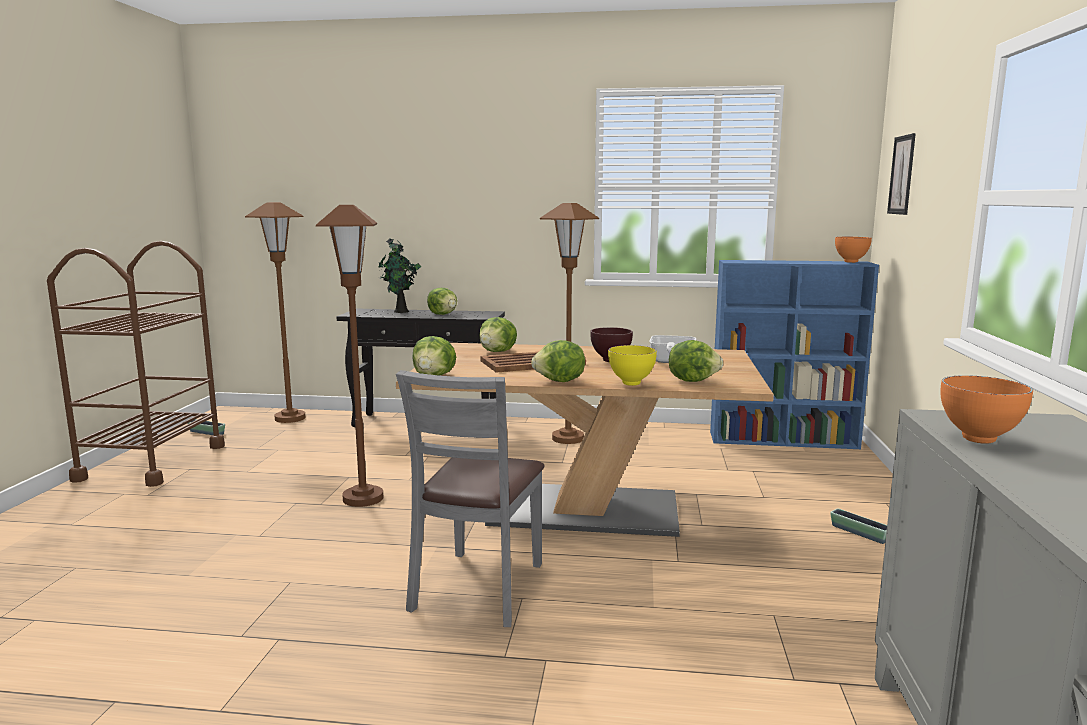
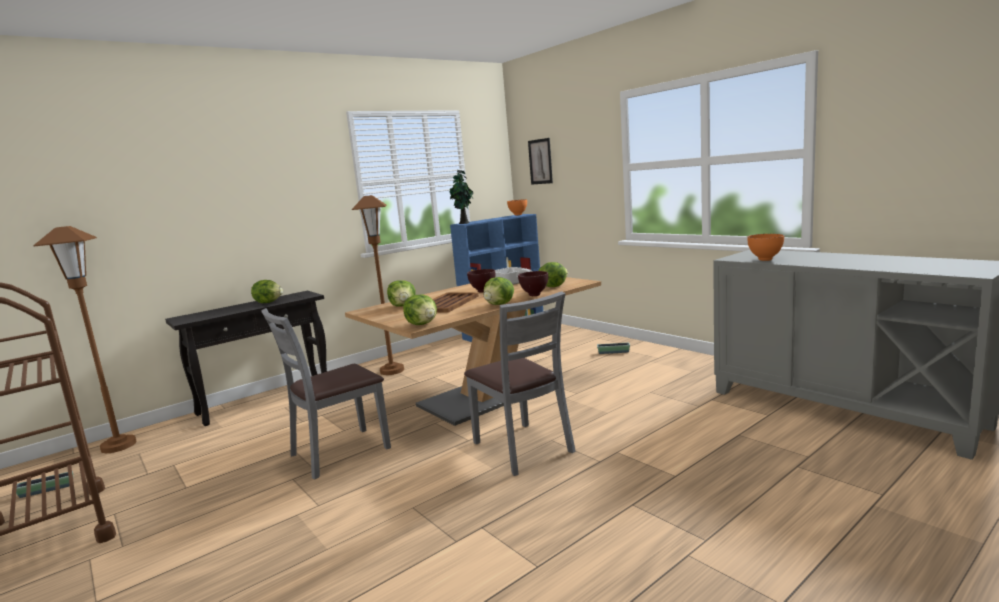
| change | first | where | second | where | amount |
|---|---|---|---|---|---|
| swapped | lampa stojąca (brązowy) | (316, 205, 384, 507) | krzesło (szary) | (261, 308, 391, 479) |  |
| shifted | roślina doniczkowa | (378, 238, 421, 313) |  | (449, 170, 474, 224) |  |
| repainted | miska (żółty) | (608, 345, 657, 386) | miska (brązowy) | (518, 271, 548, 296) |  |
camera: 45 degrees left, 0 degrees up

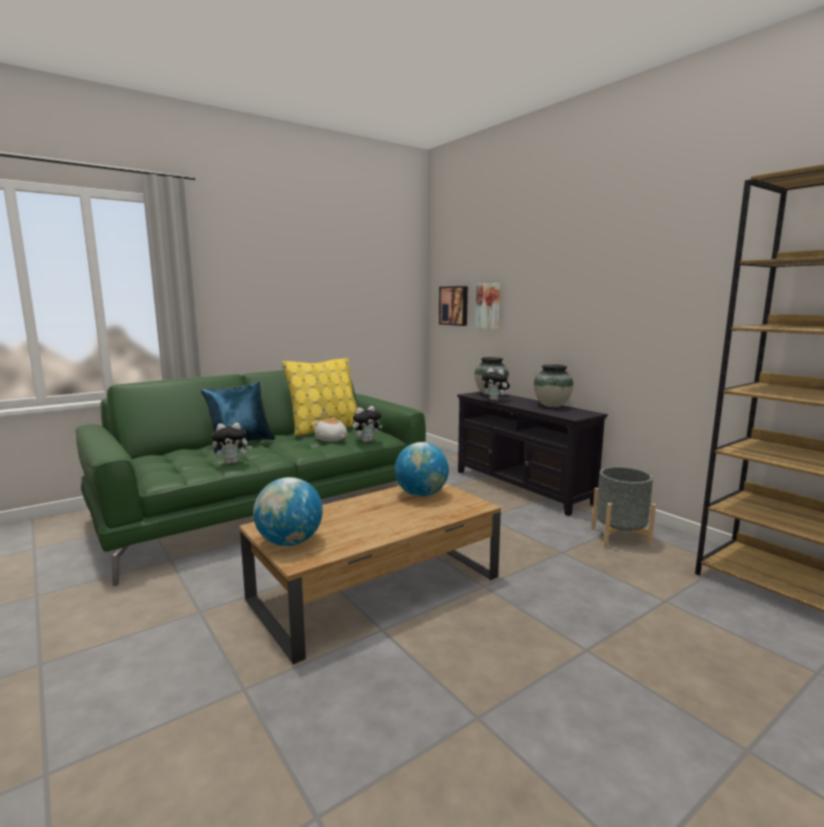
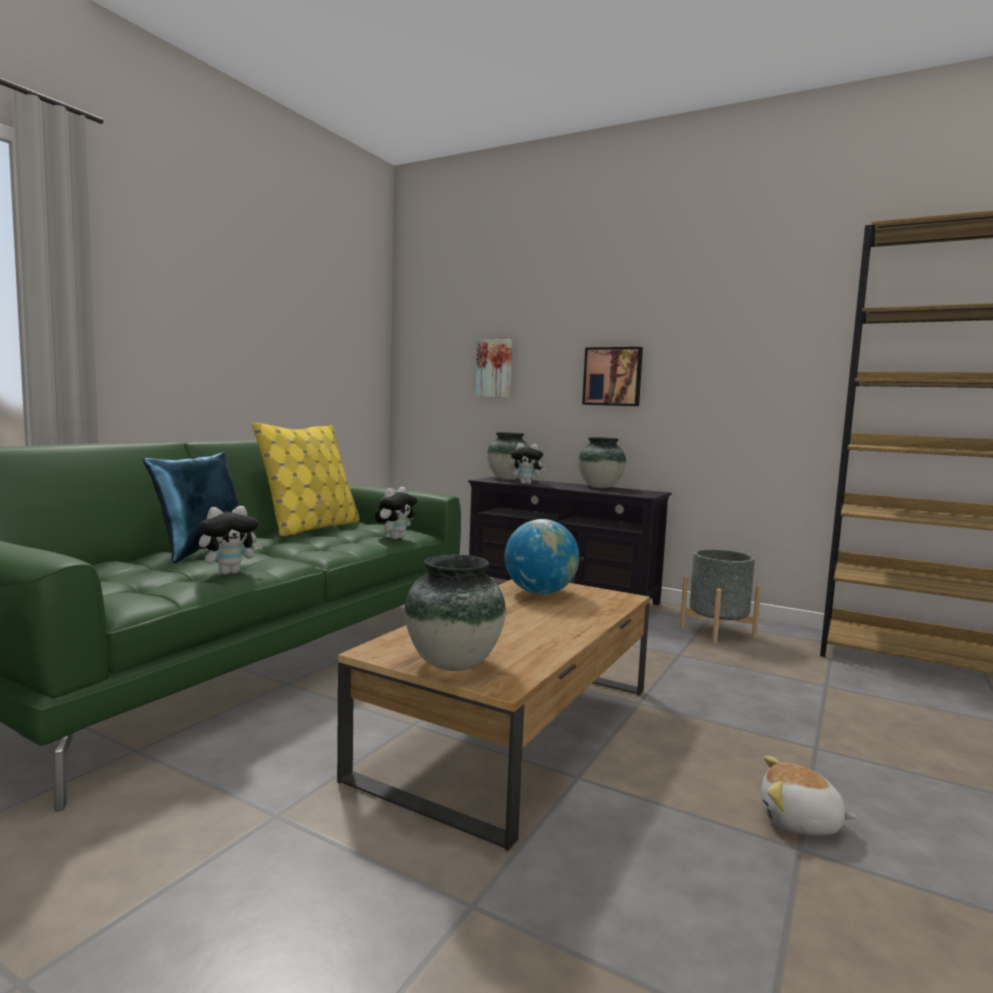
| change | first | where | second | where | amount |
|---|---|---|---|---|---|
| swapped | globus | (253, 477, 323, 546) | wazon | (404, 554, 506, 671) |  |
| shifted | pluszak | (311, 418, 347, 442) |  | (761, 756, 857, 835) |  |
| shifted | obraz | (439, 286, 468, 326) |  | (582, 347, 643, 406) |  |
camera: 25 degrees left, 5 degrees down

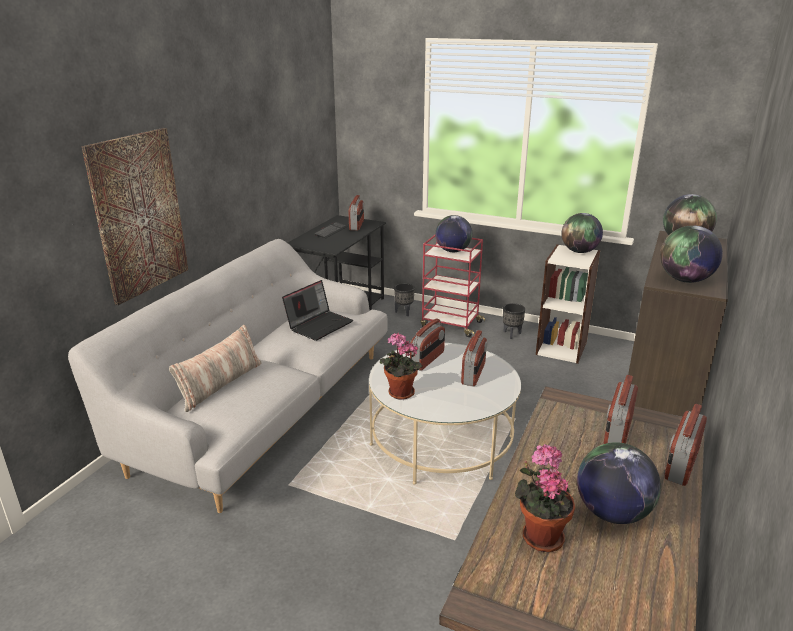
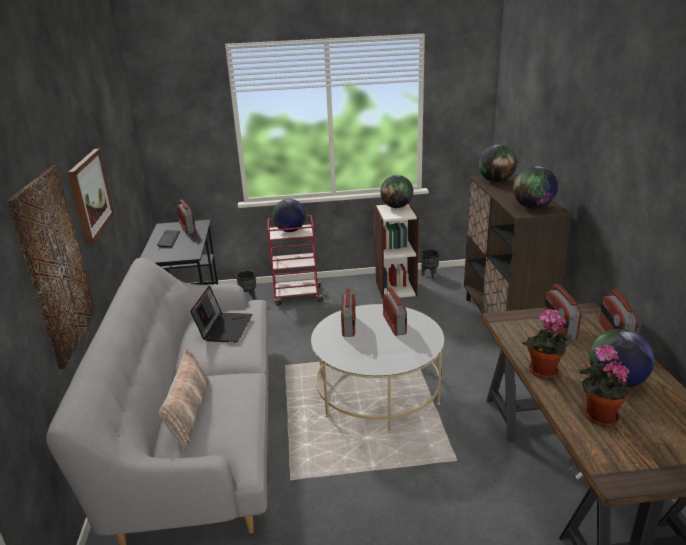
| change | first | where | second | where | amount |
|---|---|---|---|---|---|
| shifted | roślina doniczkowa | (379, 333, 423, 399) |  | (522, 309, 572, 379) |  |
| shifted | donica (czarny) | (503, 303, 525, 339) |  | (421, 249, 440, 279) |  |
| new |  |  | obraz | (68, 149, 114, 245) |  |
camera: 30 degrees left, 0 degrees up

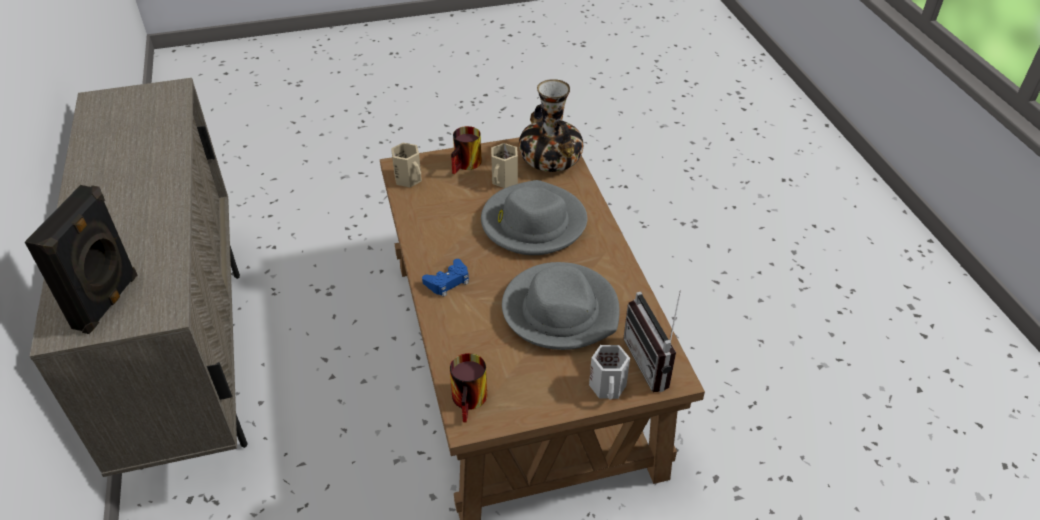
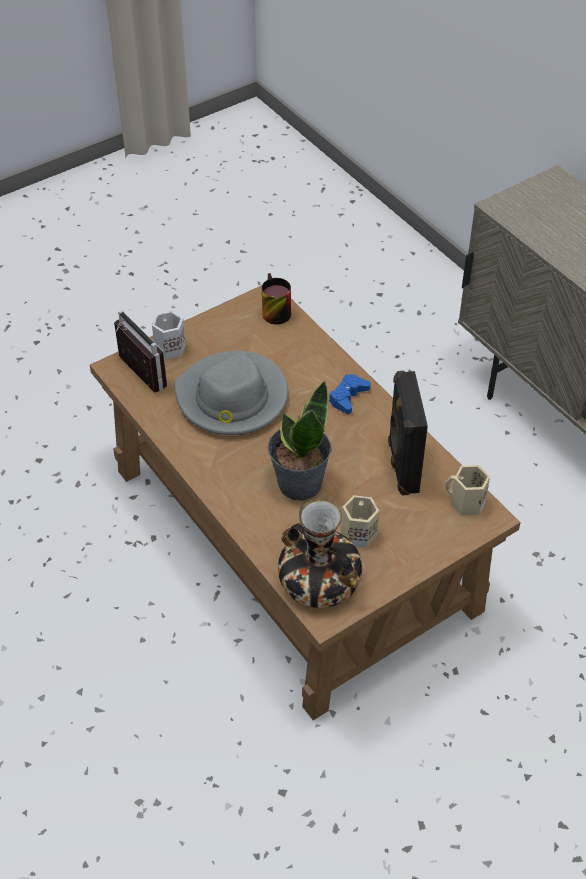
| change | first | where | second | where | amount |
|---|---|---|---|---|---|
| shifted | głośnik (czarny) | (25, 185, 137, 334) |  | (388, 371, 428, 495) |  |
| gone | kubek | (451, 126, 482, 174) |  |  |  |
| swapped | kapelusz (szary) | (481, 180, 587, 255) | roślina doniczkowa | (268, 381, 332, 500) |  |
camera: 160 degrees right, 5 degrees up

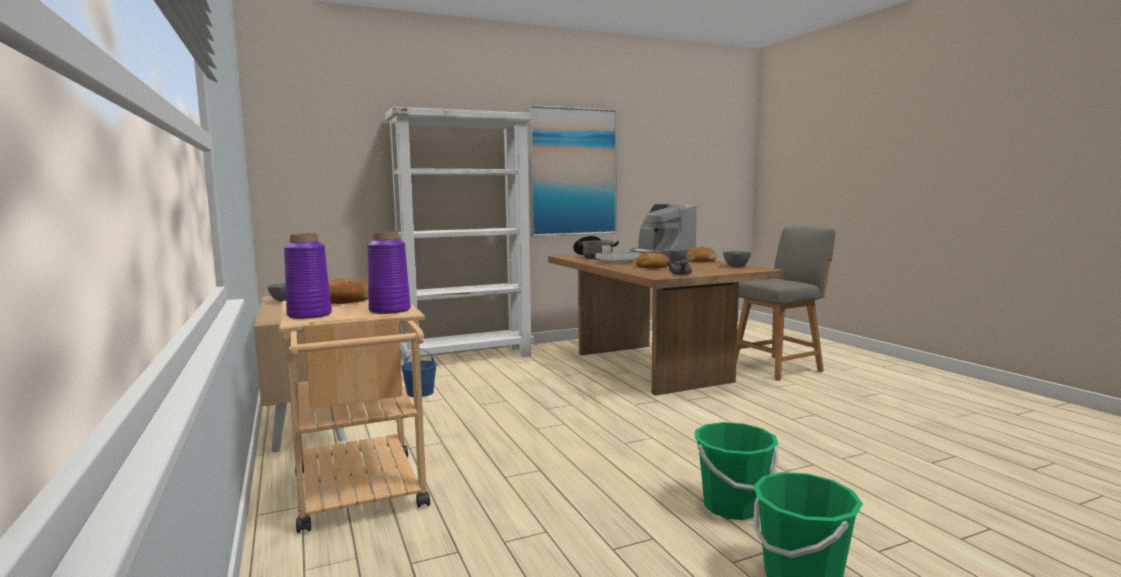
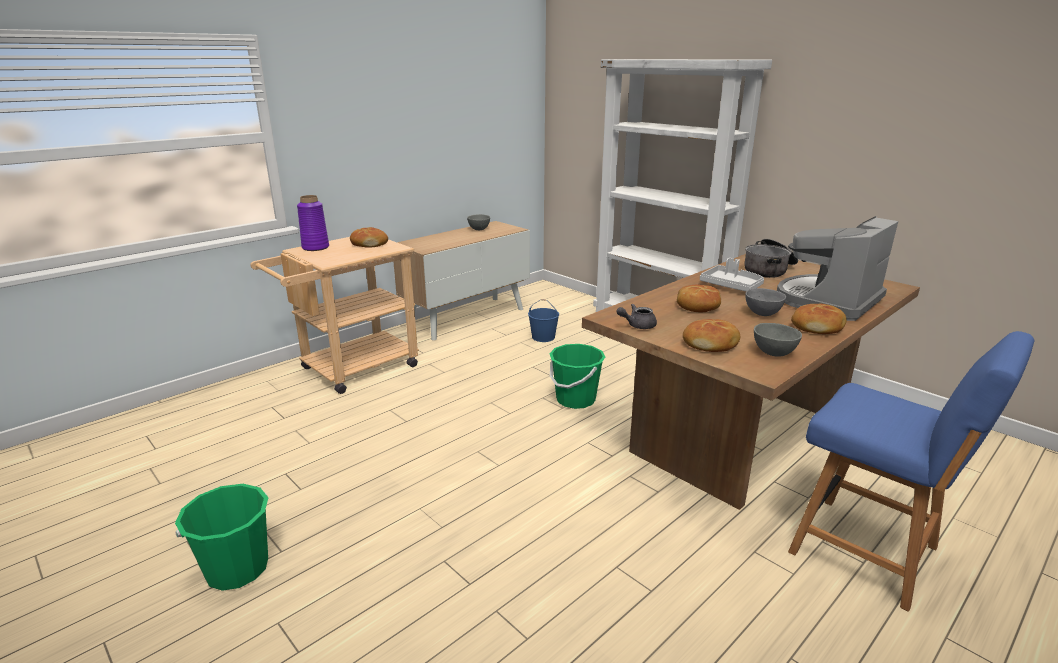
| change | first | where | second | where | amount |
|---|---|---|---|---|---|
| gone | wazon (fioletowy) | (367, 231, 411, 314) |  |  |  |
| gone | obraz | (529, 105, 617, 237) |  |  |  |
| shifted | wiadro (zielony) | (695, 422, 779, 520) |  | (549, 344, 605, 409) |  |
| repainted | krzesło (szary) | (736, 226, 835, 381) | krzesło (niebieski) | (788, 331, 1035, 612) |  |
| new |  |  | chleb | (683, 319, 740, 352) |  |
camera: 70 degrees right, 15 degrees up

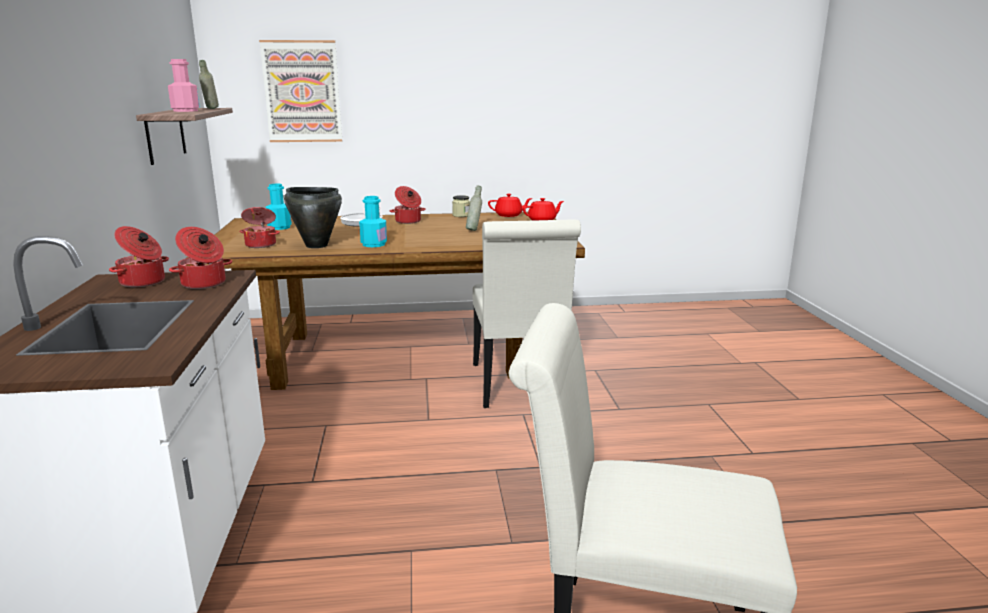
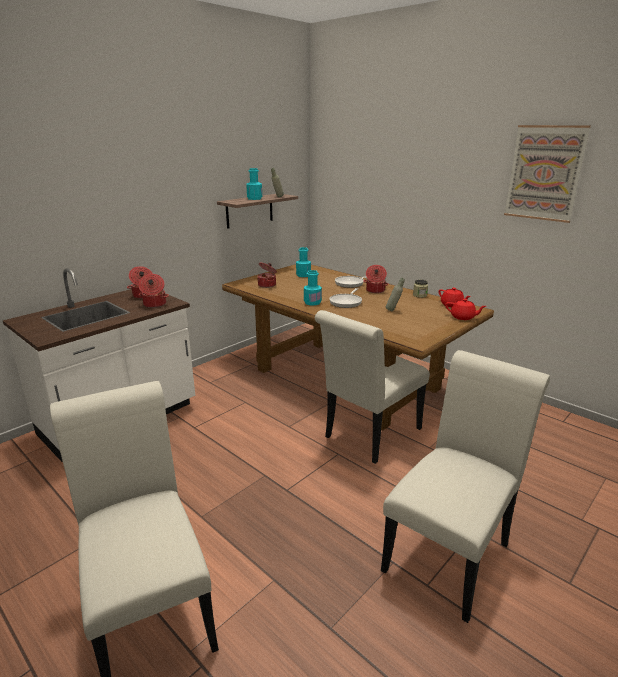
| change | first | where | second | where | amount |
|---|---|---|---|---|---|
| repainted | butelka (różowy) | (168, 59, 200, 112) | butelka (turkusowy) | (246, 168, 262, 200) |  |
| shifted | obraz | (259, 40, 342, 142) |  | (504, 125, 591, 223) |  |
| gone | garnek (czarny) | (284, 187, 342, 248) |  |  |  |
| new |  |  | patelnia | (329, 288, 362, 308) |  |
| new |  |  | krzesło (biały) | (381, 350, 550, 623) |  |
camera: 50 degrees right, 5 degrees up

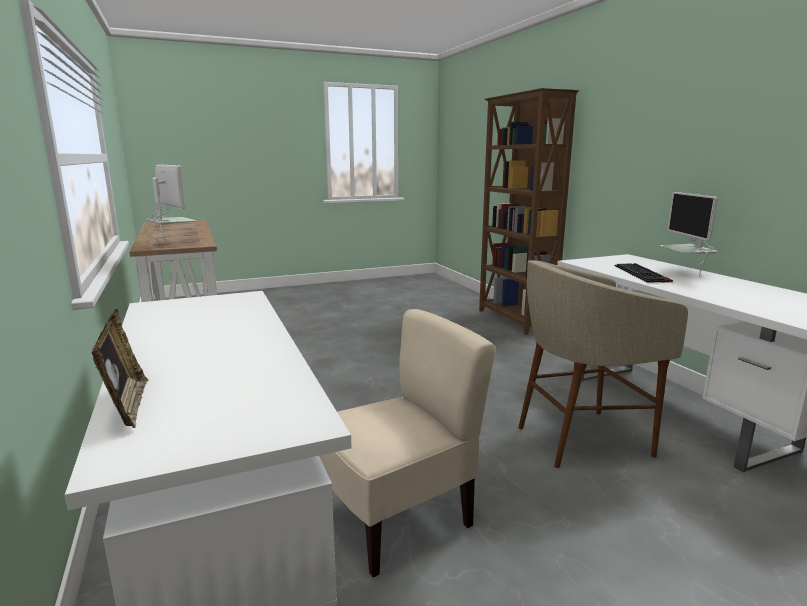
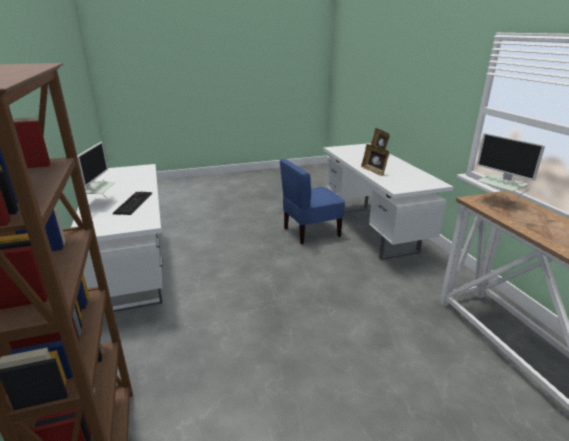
| change | first | where | second | where | amount |
|---|---|---|---|---|---|
| repainted | krzesło (beżowy) | (319, 309, 496, 577) | krzesło (niebieski) | (280, 159, 345, 244) |  |
| gone | stołek (beżowy) | (518, 260, 688, 468) |  |  |  |
| new |  |  | ramka na zdjęcie | (361, 144, 389, 176) |  |
camera: 175 degrees left, 10 degrees up

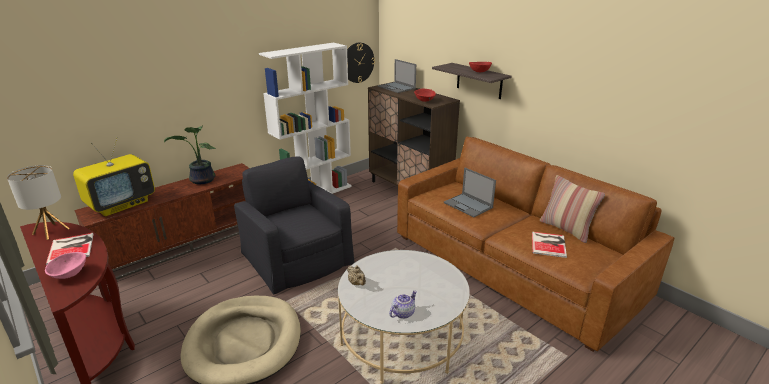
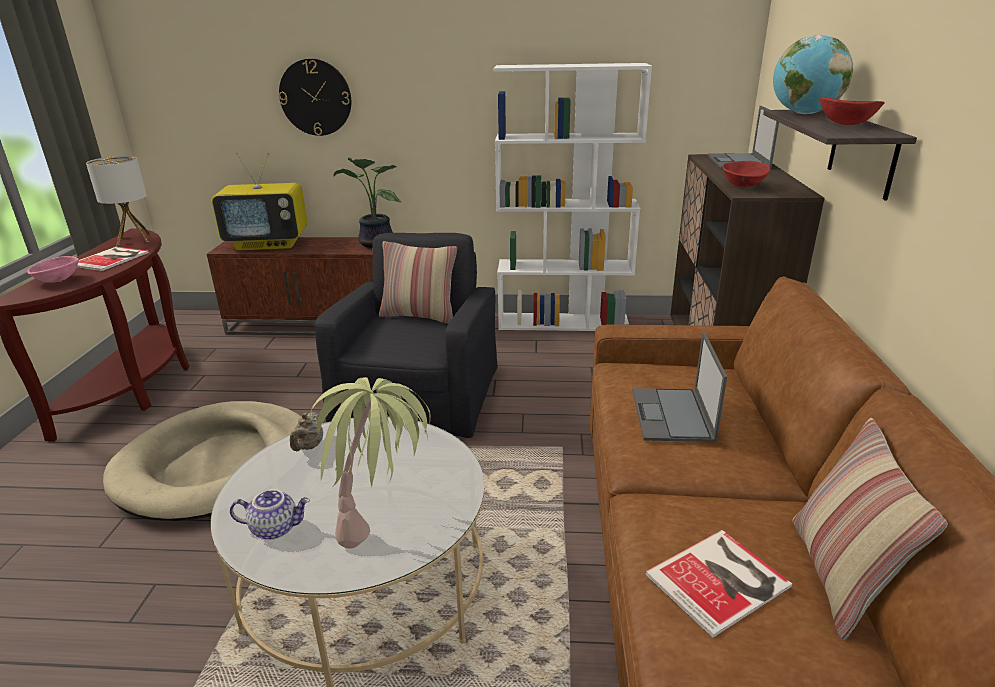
| change | first | where | second | where | amount |
|---|---|---|---|---|---|
| shifted | zegar ścienny | (347, 43, 375, 83) |  | (279, 59, 351, 136) |  |
| new |  |  | roślina doniczkowa | (310, 377, 431, 549) |  |
| new |  |  | poduszka | (379, 241, 457, 324) |  |
| new |  |  | globus | (773, 35, 853, 114) |  |
camera: 45 degrees right, 0 degrees up

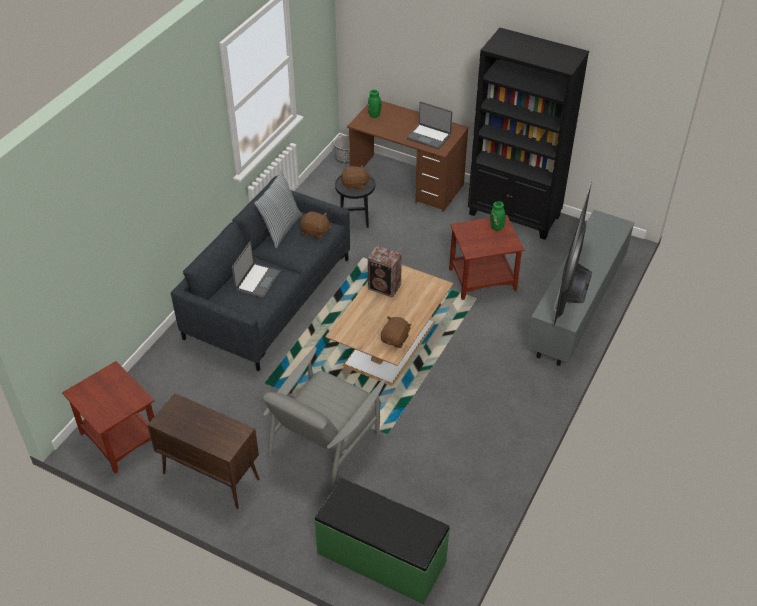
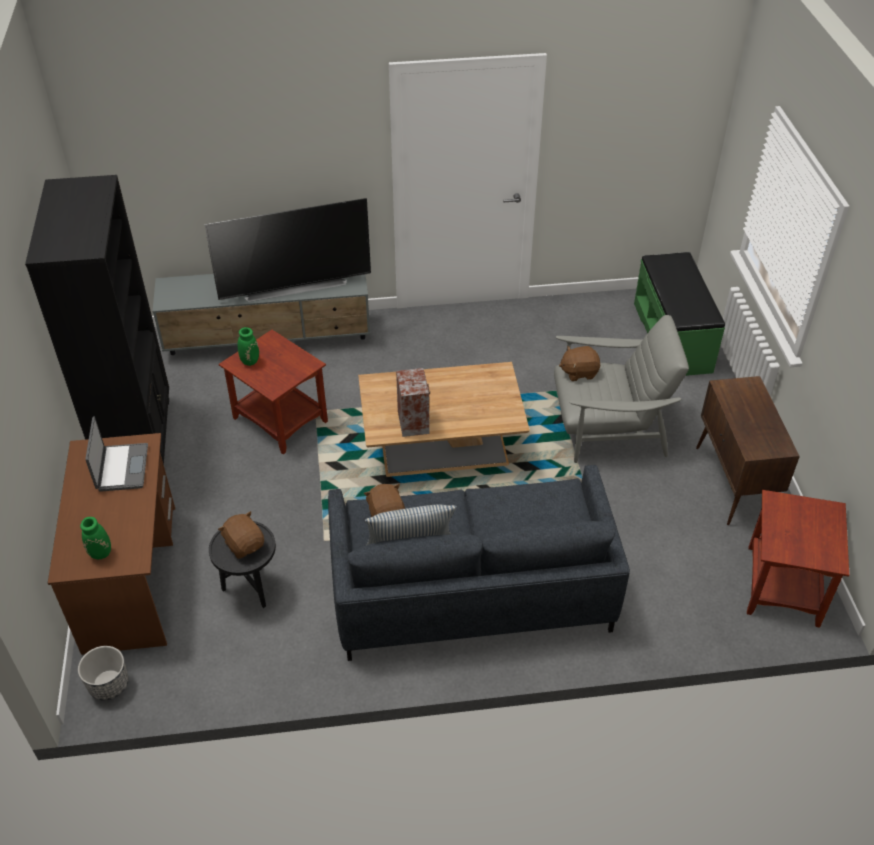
| change | first | where | second | where | amount |
|---|---|---|---|---|---|
| gone | laptop | (232, 241, 280, 298) |  |  |  |
| shifted | pluszak (brązowy) | (381, 316, 411, 348) |  | (559, 346, 600, 381) |  |
camera: 125 degrees left, 0 degrees up

